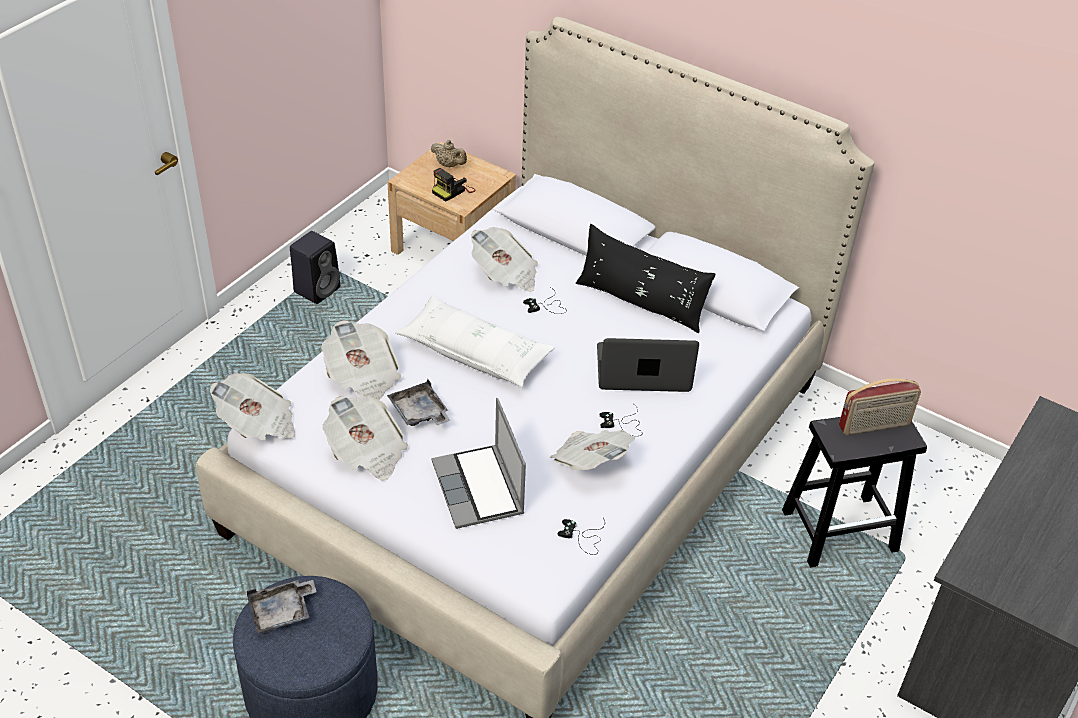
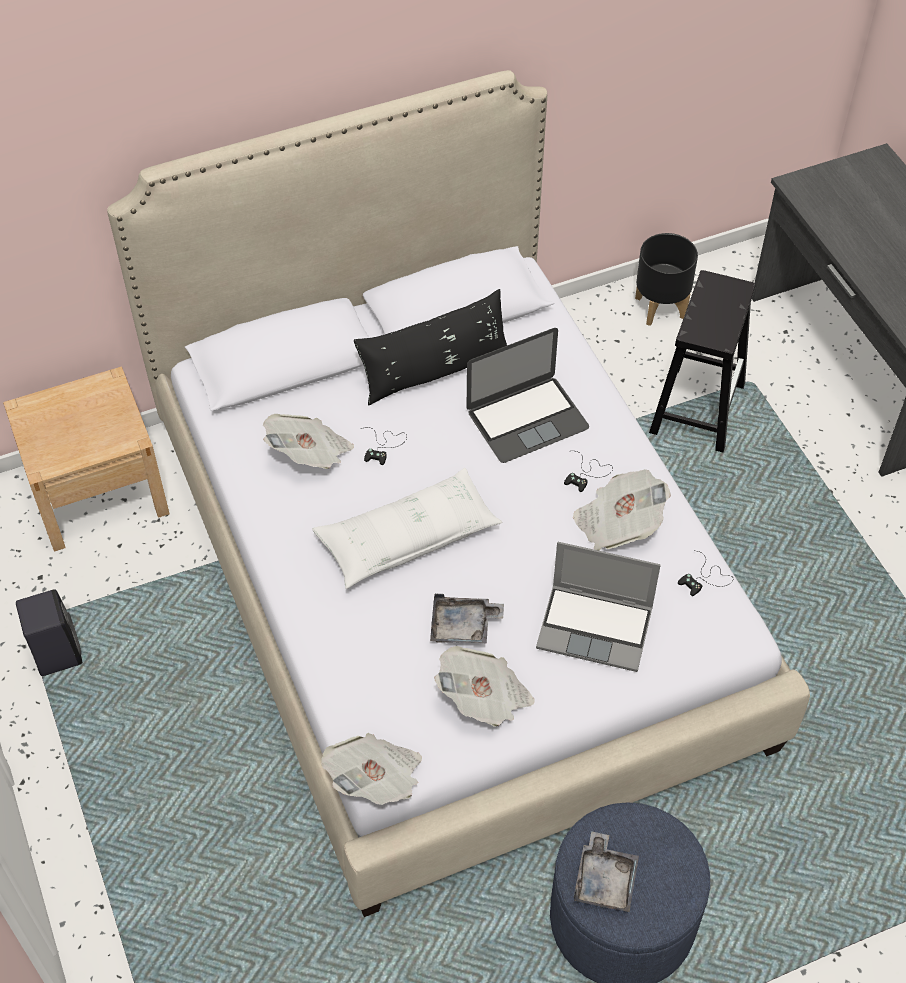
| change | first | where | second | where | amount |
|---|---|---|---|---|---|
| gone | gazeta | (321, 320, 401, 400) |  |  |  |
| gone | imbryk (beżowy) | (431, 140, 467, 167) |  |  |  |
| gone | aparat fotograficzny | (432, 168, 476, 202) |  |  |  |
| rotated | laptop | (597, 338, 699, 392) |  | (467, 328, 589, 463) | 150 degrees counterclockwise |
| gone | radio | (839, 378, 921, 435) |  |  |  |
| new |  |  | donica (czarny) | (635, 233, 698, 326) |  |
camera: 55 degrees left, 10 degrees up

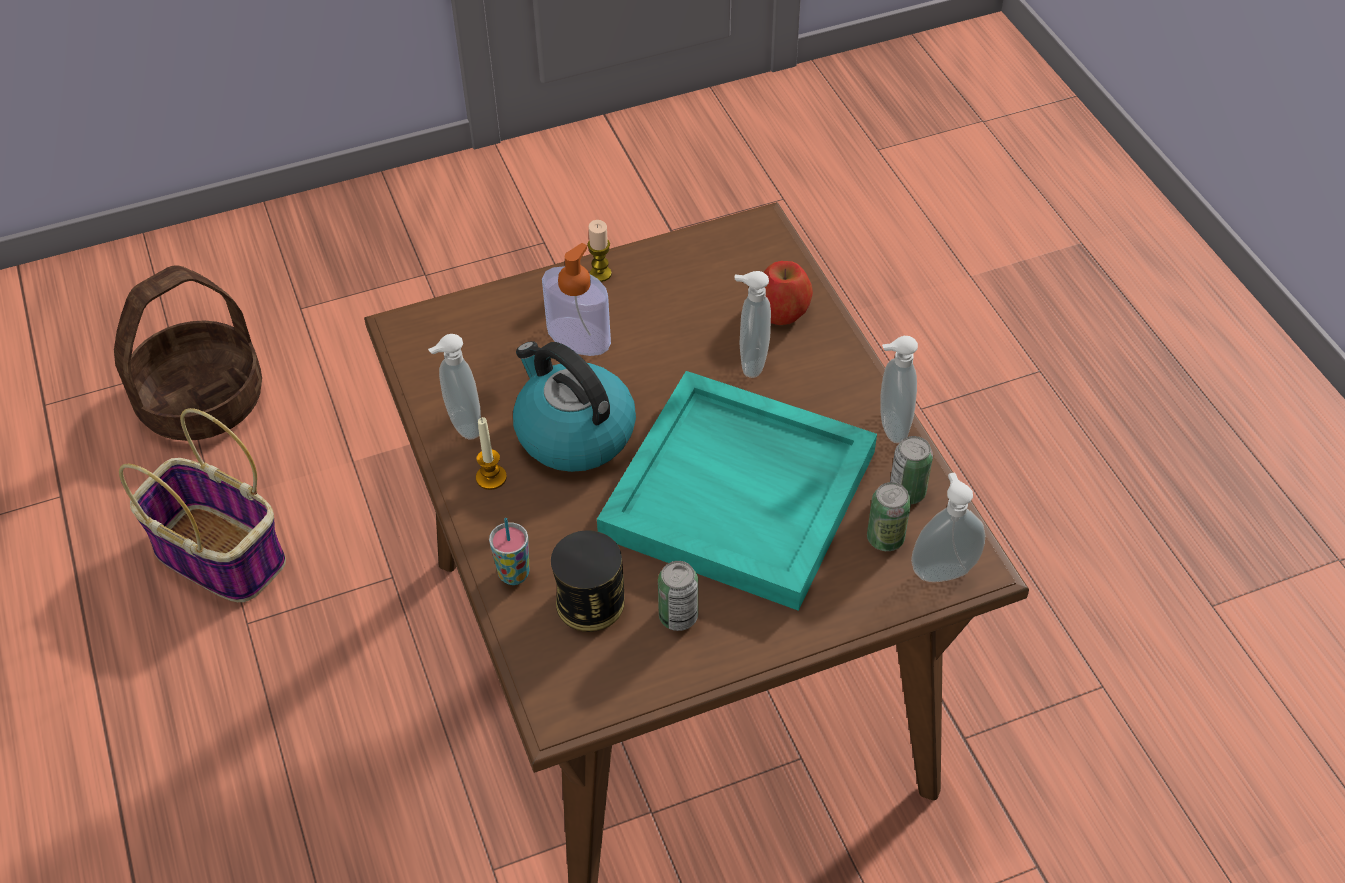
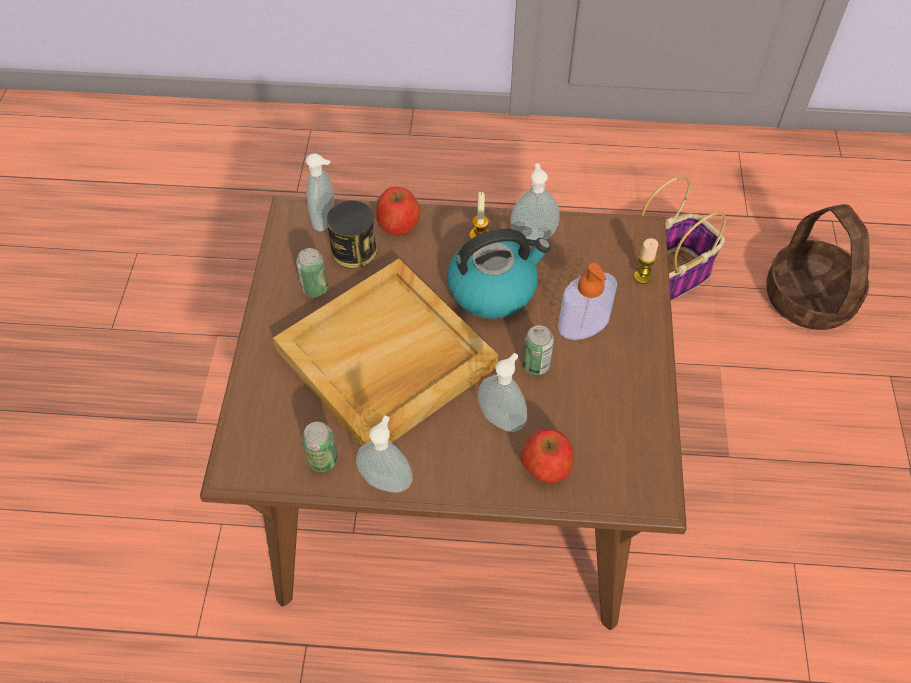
| change | first | where | second | where | amount |
|---|---|---|---|---|---|
| swapped | filiżanka | (489, 518, 529, 585) | jabłko | (376, 187, 421, 236) |  |
| shifted | świeca | (587, 220, 612, 282) |  | (634, 238, 658, 284) |  |
| repainted | taca (turkusowy) | (597, 371, 877, 611) | taca (beżowy) | (273, 259, 498, 446) |  |
| shifted | puszka | (867, 482, 911, 551) |  | (522, 325, 554, 375) |  |
| shifted | dozownik mydła | (911, 473, 985, 582) |  | (306, 153, 334, 232) |  |
camera: 115 degrees right, 5 degrees up

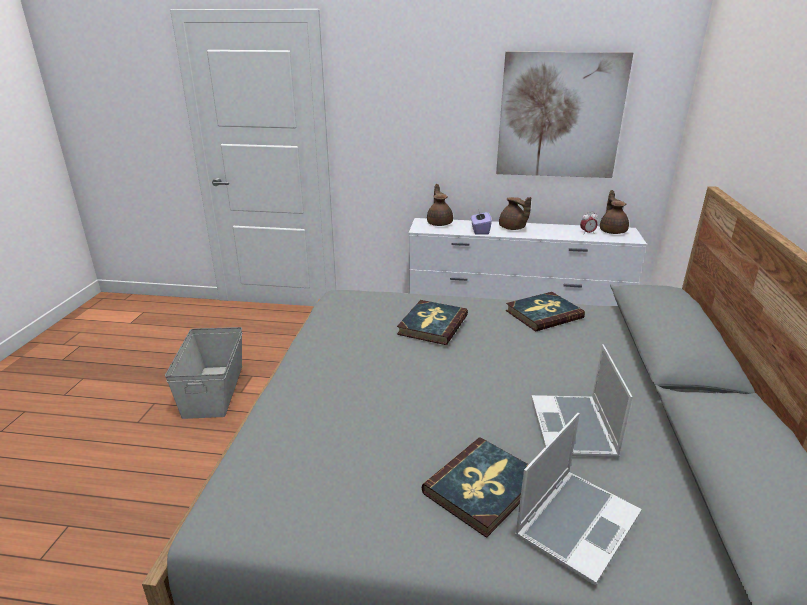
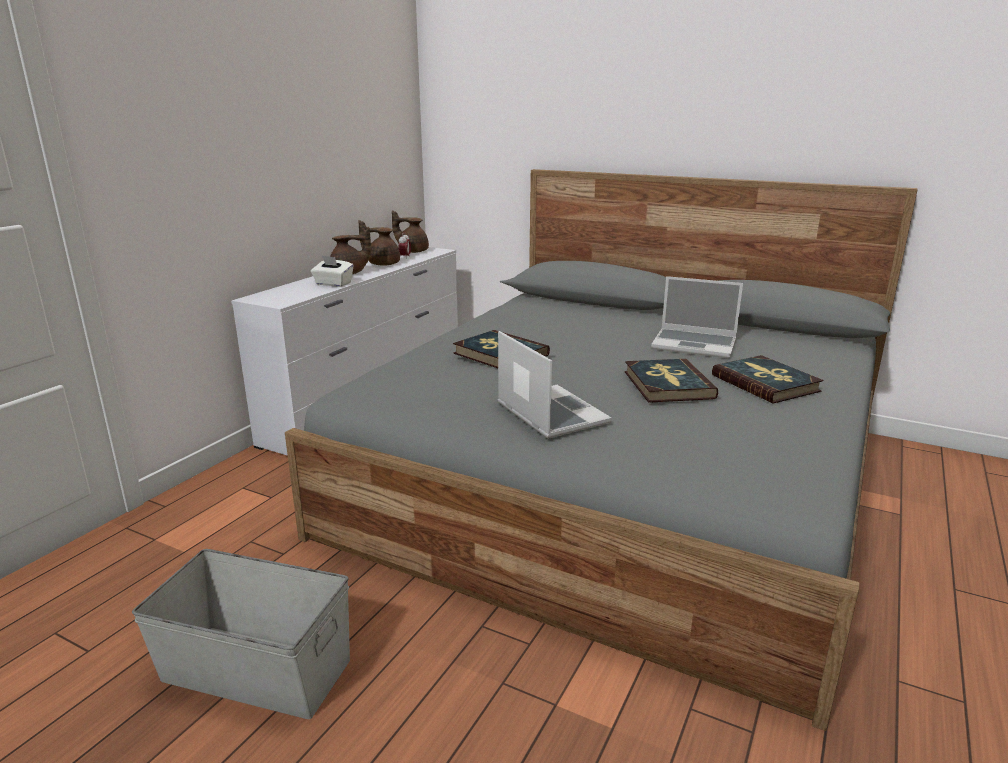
| change | first | where | second | where | amount |
|---|---|---|---|---|---|
| shifted | imbryk (brązowy) | (427, 184, 453, 226) |  | (358, 220, 400, 266) |  |
| repainted | pudełko chusteczek (fioletowy) | (471, 209, 492, 234) | pudełko chusteczek (biały) | (311, 256, 354, 287) |  |
| gone | obraz | (496, 51, 633, 178) |  |  |  |
| shifted | książka | (506, 292, 585, 332) |  | (625, 359, 718, 403) |  |
| shifted | laptop | (515, 413, 642, 585) |  | (498, 331, 612, 439) |  |
camera: 70 degrees left, 5 degrees down

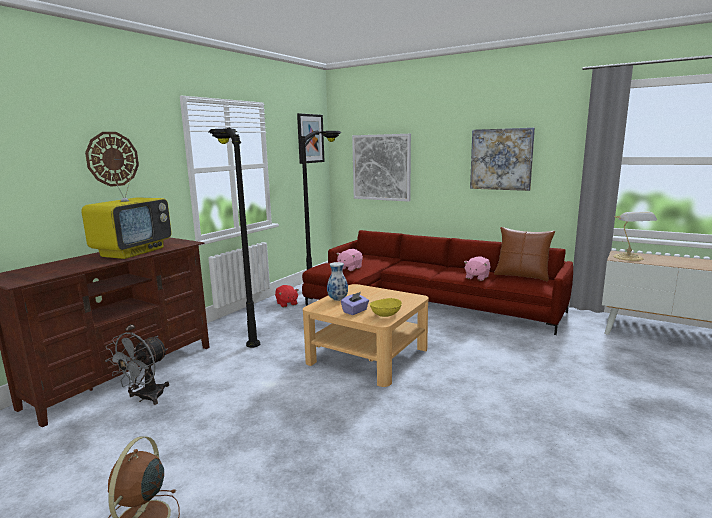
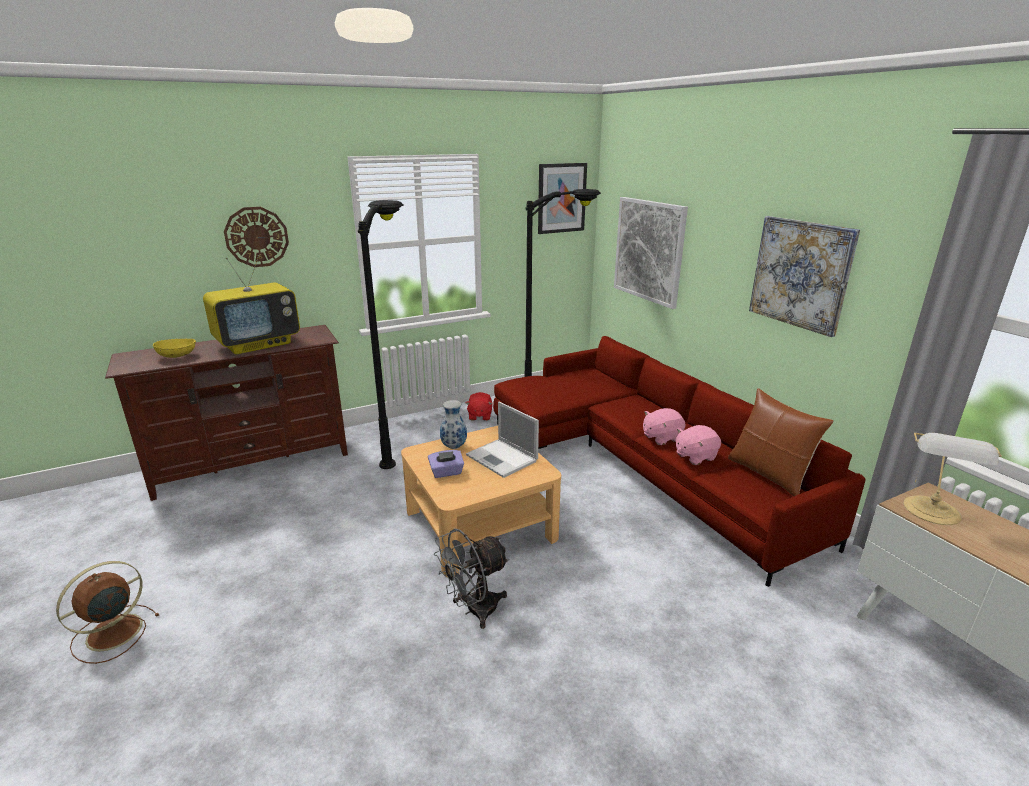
| change | first | where | second | where | amount |
|---|---|---|---|---|---|
| shifted | wentylator (szary) | (106, 332, 169, 405) |  | (434, 529, 509, 629) |  |
| shifted | pluszak (różowy) | (336, 249, 363, 271) |  | (643, 408, 685, 445) |  |
| shifted | miska (żółty) | (370, 298, 402, 317) |  | (153, 339, 196, 358) |  |
| new |  |  | laptop | (466, 402, 539, 478) |  |
camera: 30 degrees right, 10 degrees up

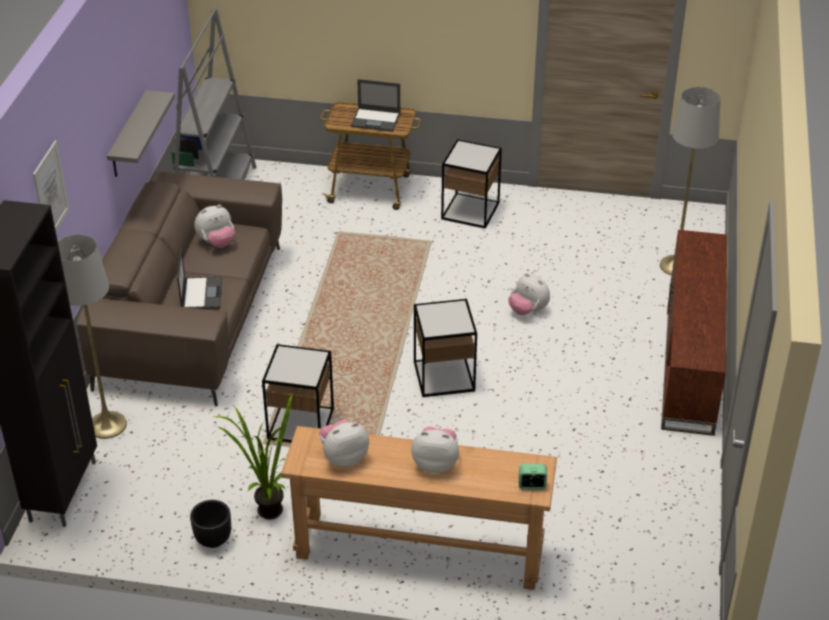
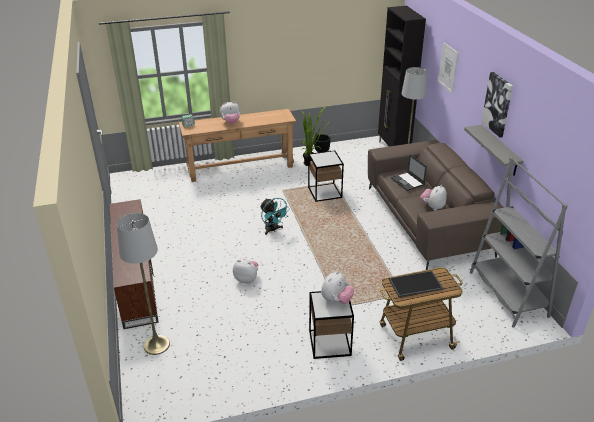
| change | first | where | second | where | amount |
|---|---|---|---|---|---|
| shifted | pluszak | (319, 420, 369, 467) |  | (321, 271, 354, 304) |  |
| swapped | laptop | (351, 79, 401, 132) | taca | (389, 271, 444, 297) |  |
| swapped | stolik | (414, 299, 477, 397) | wentylator (turkusowy) | (260, 198, 290, 235) |  |
| new |  |  | obraz | (481, 72, 513, 137) |  |
camera: 155 degrees right, 5 degrees down

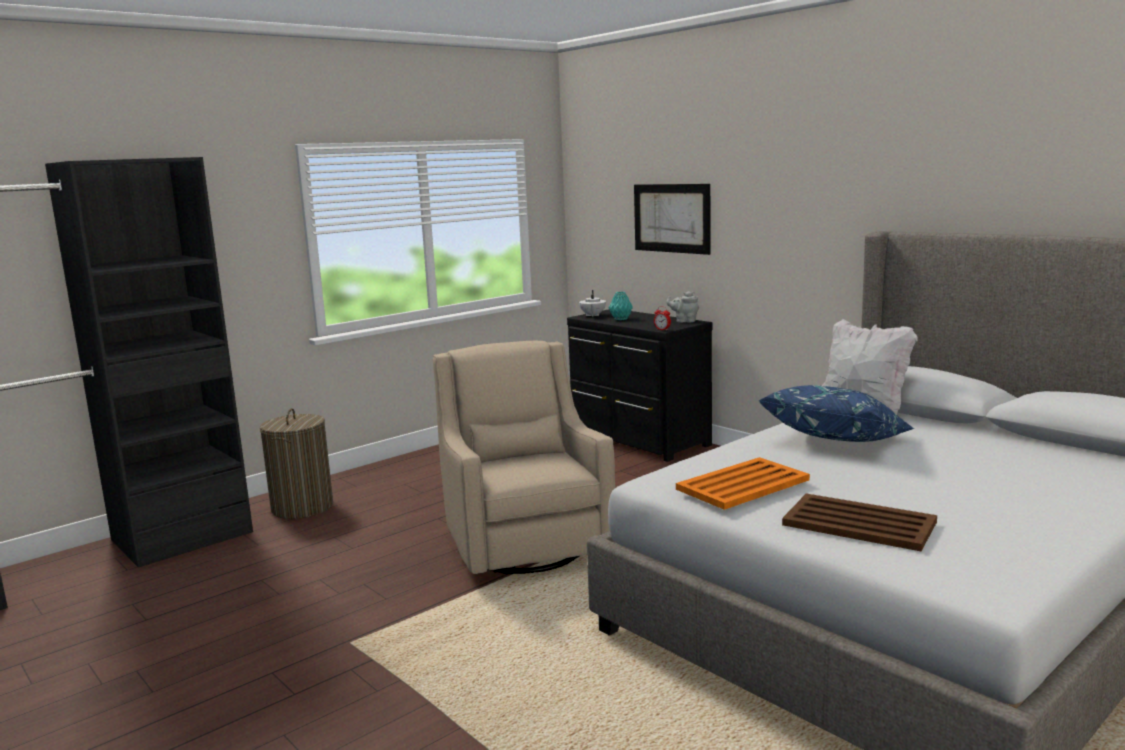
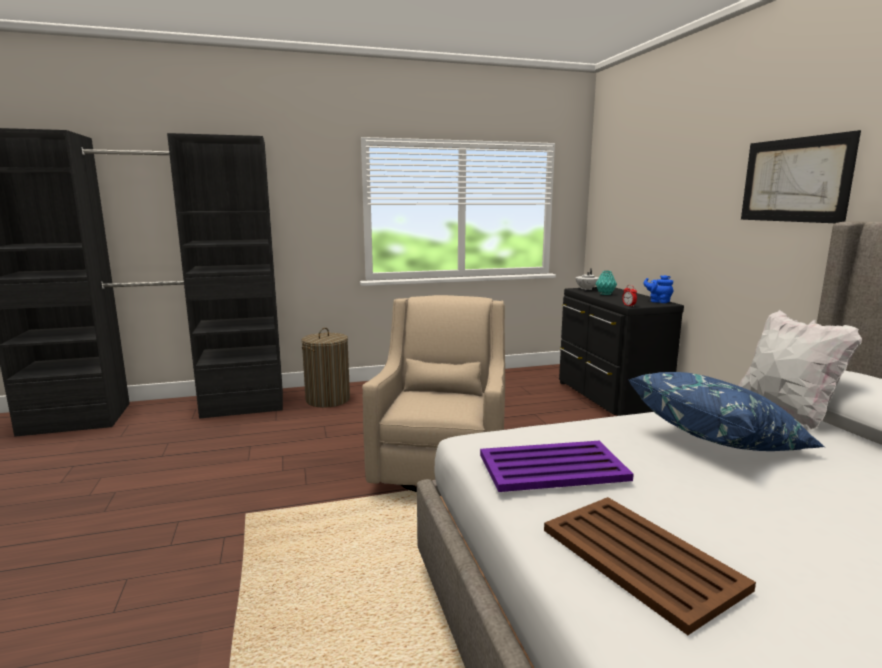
| change | first | where | second | where | amount |
|---|---|---|---|---|---|
| shifted | obraz | (634, 184, 710, 255) |  | (741, 130, 861, 223) |  |
| repainted | imbryk (szary) | (666, 291, 699, 323) | imbryk (niebieski) | (643, 275, 673, 303) |  |
| repainted | taca (pomarańczowy) | (676, 457, 810, 510) | taca (fioletowy) | (480, 441, 634, 492) |  |
camera: 25 degrees right, 0 degrees up

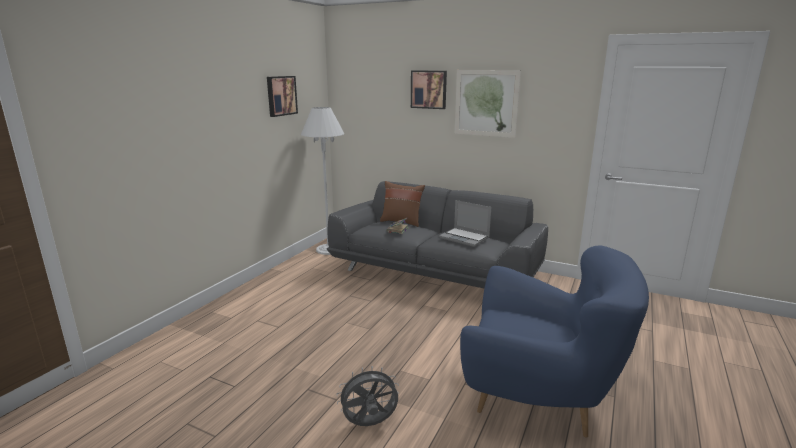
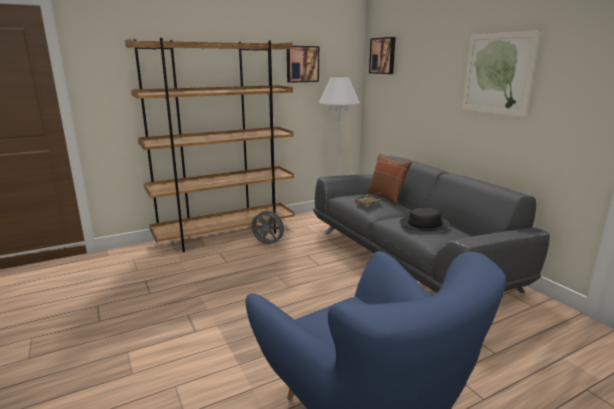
| change | first | where | second | where | amount |
|---|---|---|---|---|---|
| shifted | wentylator (szary) | (336, 366, 399, 426) |  | (251, 208, 287, 244) |  |
| shifted | obraz | (411, 70, 447, 109) |  | (369, 37, 396, 74) |  |
| swapped | laptop | (439, 200, 491, 247) | kapelusz (czarny) | (400, 208, 450, 231) |  |
| new |  |  | regał (brązowy) | (125, 38, 294, 252) |  |
camera: 35 degrees right, 0 degrees up

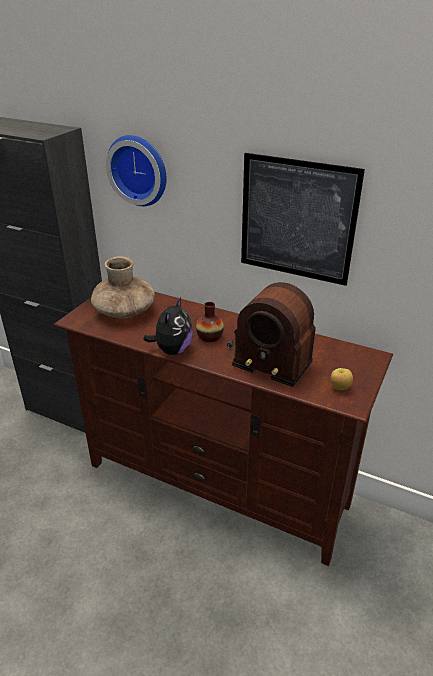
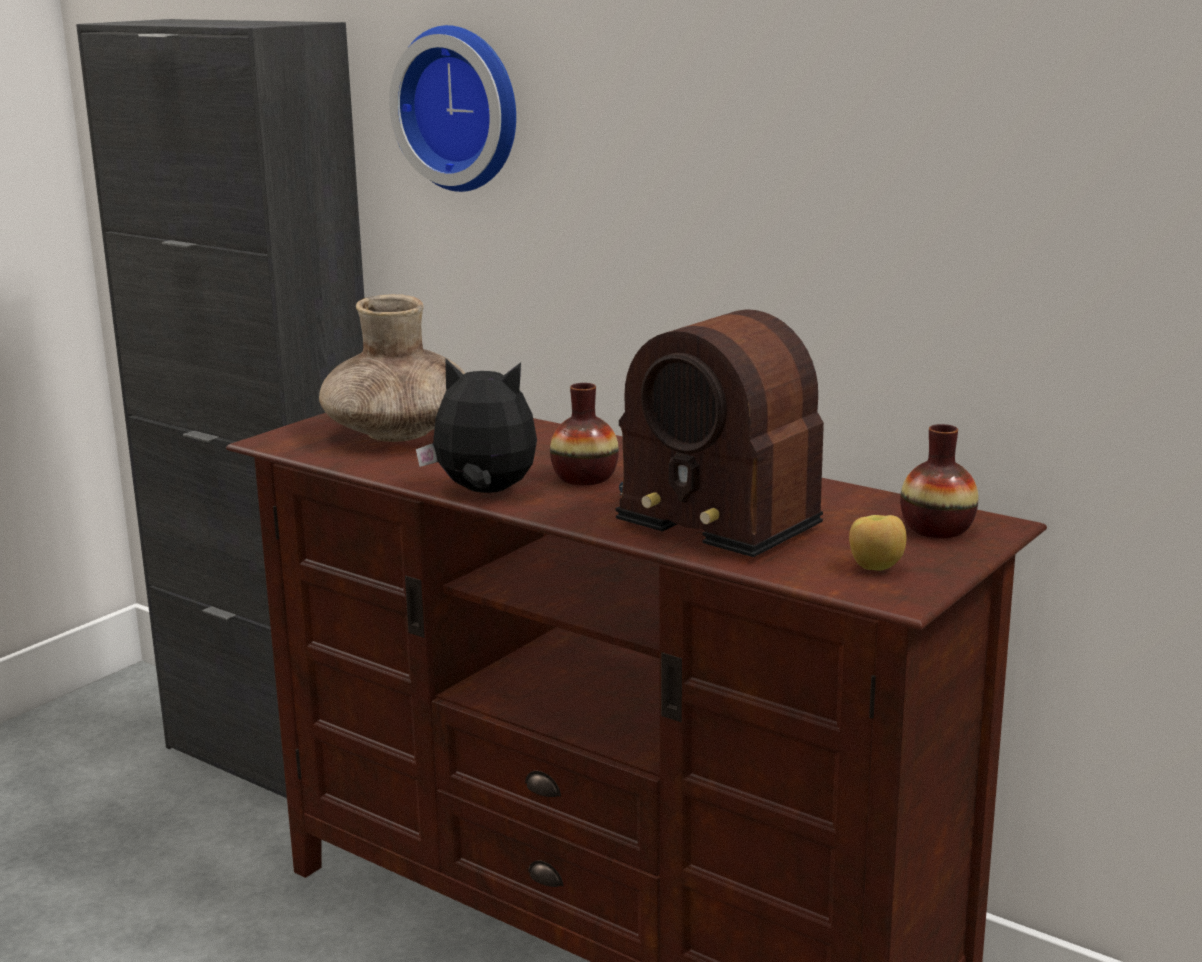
| change | first | where | second | where | amount |
|---|---|---|---|---|---|
| rotated | pluszak | (143, 297, 193, 355) |  | (416, 359, 537, 493) | 105 degrees counterclockwise |
| gone | obraz | (241, 153, 365, 286) |  |  |  |
| new |  |  | wazon | (900, 424, 978, 538) |  |
camera: 10 degrees right, 15 degrees down

